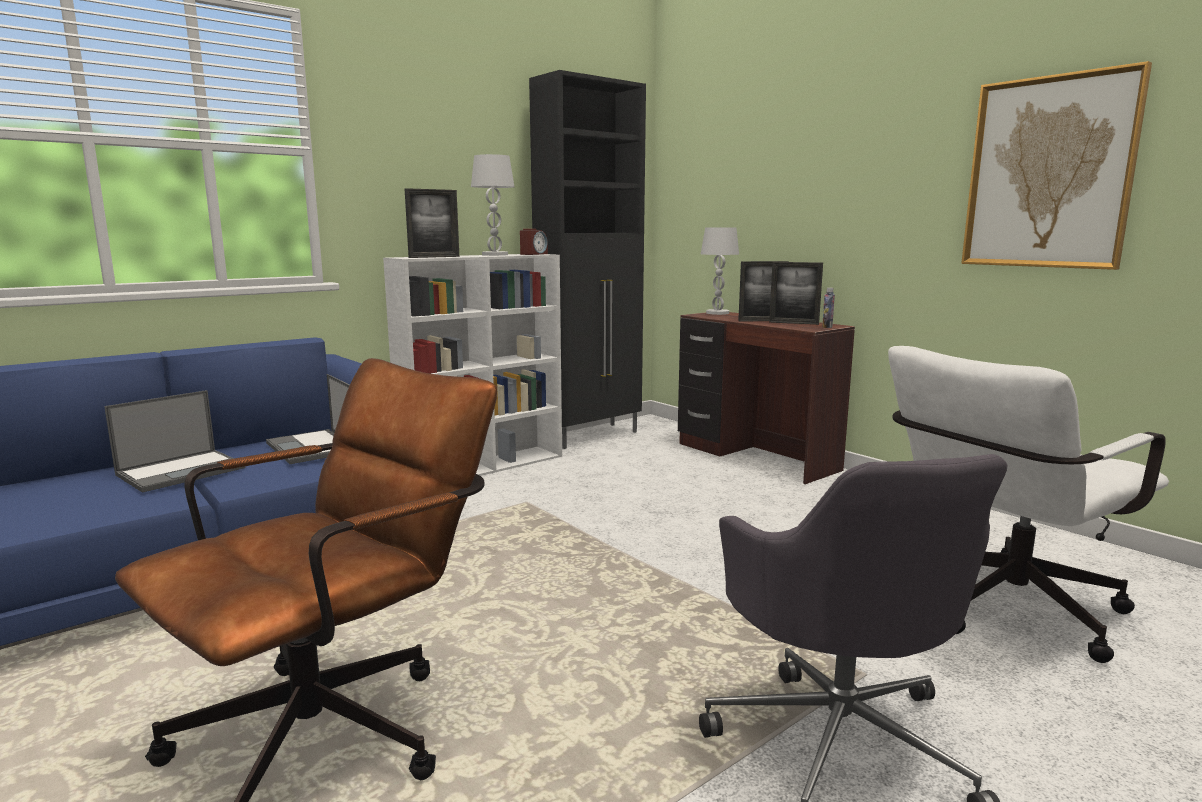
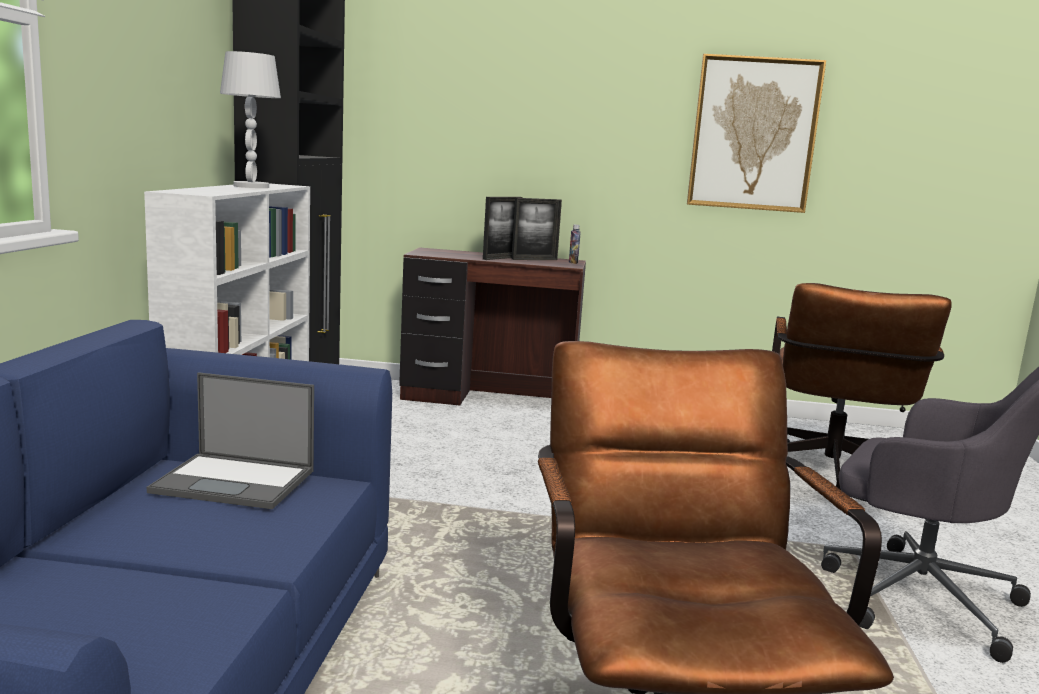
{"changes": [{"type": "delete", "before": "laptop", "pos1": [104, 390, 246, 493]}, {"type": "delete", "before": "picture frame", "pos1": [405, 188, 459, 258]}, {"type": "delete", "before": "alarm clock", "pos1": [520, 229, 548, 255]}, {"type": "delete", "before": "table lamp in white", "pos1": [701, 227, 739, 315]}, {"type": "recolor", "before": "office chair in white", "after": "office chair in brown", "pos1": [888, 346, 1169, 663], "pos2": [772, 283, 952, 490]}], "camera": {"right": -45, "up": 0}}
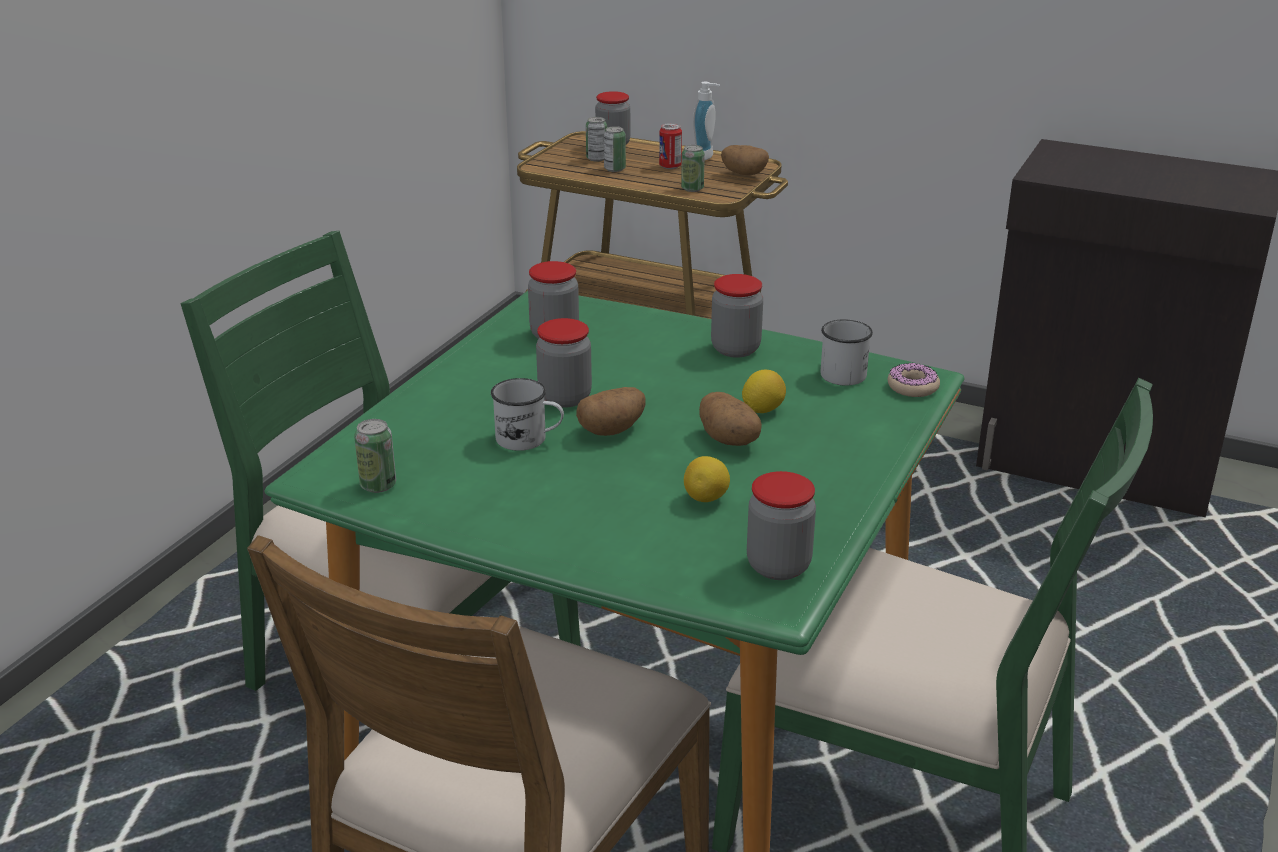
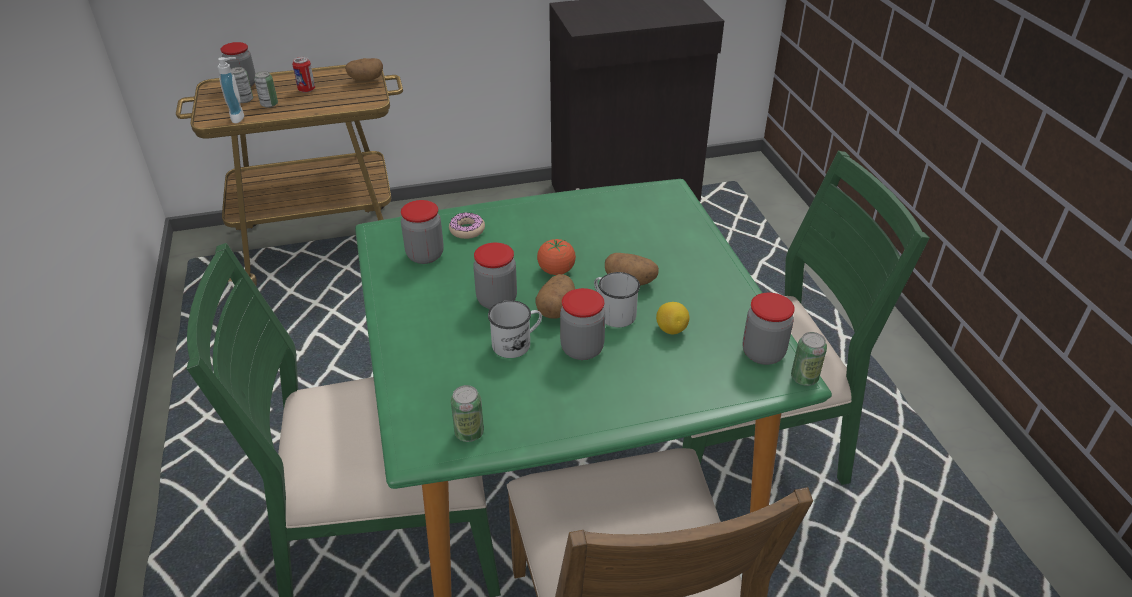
{"changes": [{"type": "delete", "before": "lemon", "pos1": [742, 370, 786, 413]}, {"type": "insert", "after": "tomato", "pos2": [537, 238, 576, 275]}, {"type": "move", "before": "can", "pos1": [681, 145, 705, 192], "pos2": [791, 332, 827, 386]}, {"type": "move", "before": "soap dispenser", "pos1": [693, 81, 720, 160], "pos2": [218, 57, 244, 123]}, {"type": "move", "before": "jar", "pos1": [711, 274, 763, 358], "pos2": [560, 288, 606, 360]}, {"type": "move", "before": "mug in white", "pos1": [820, 319, 873, 385], "pos2": [594, 272, 640, 327]}, {"type": "move", "before": "donut", "pos1": [888, 363, 940, 397], "pos2": [449, 212, 485, 239]}], "camera": {"right": -40, "up": 10}}
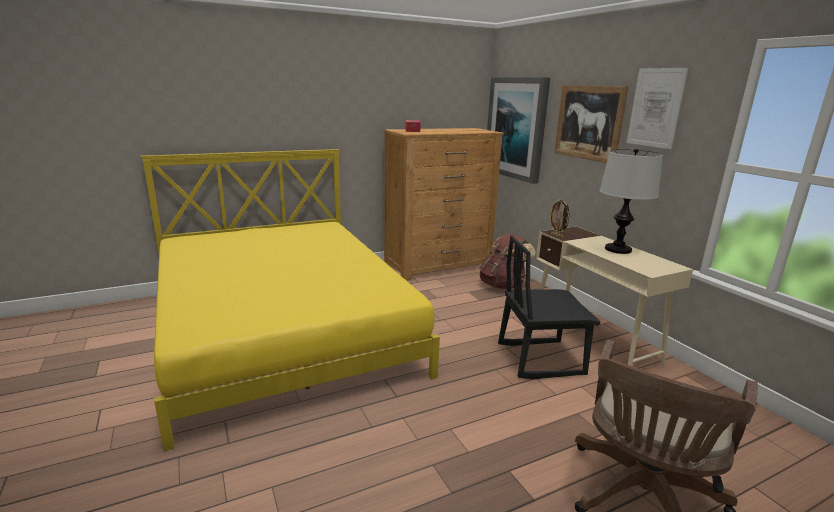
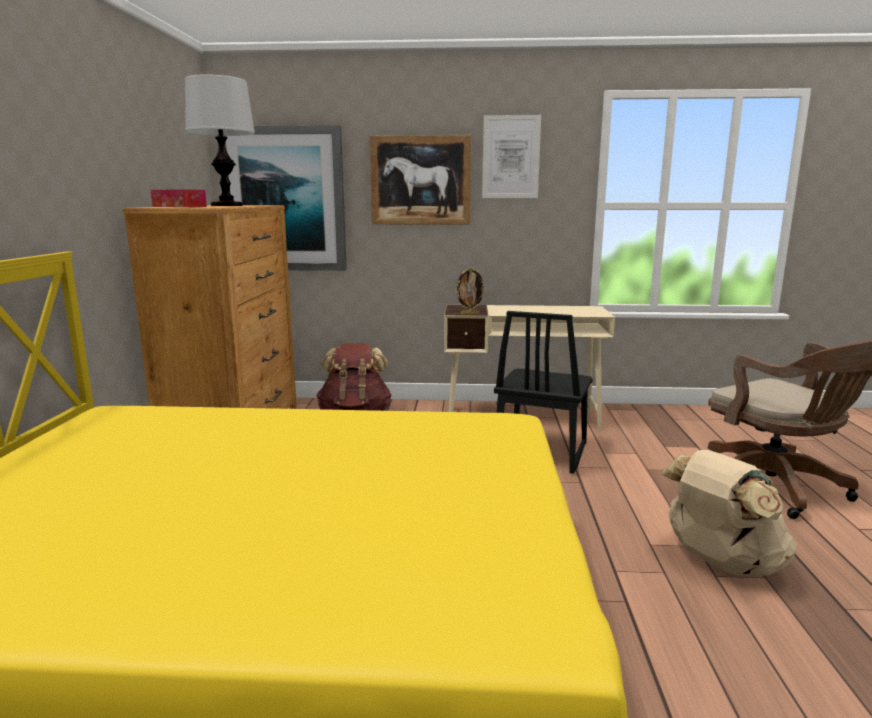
{"changes": [{"type": "insert", "after": "backpack in beige", "pos2": [660, 450, 797, 576]}, {"type": "move", "before": "table lamp", "pos1": [600, 149, 663, 254], "pos2": [185, 74, 255, 206]}], "camera": {"right": -60, "up": -5}}
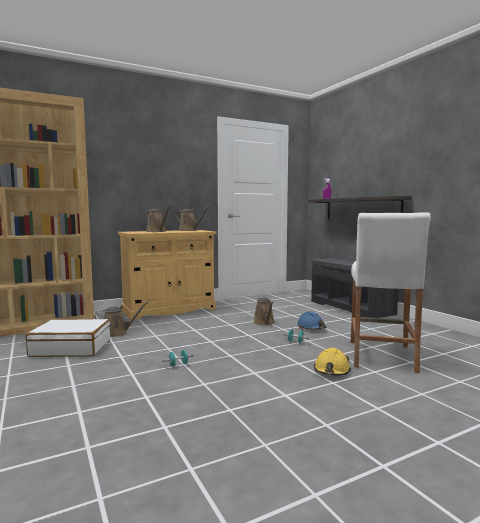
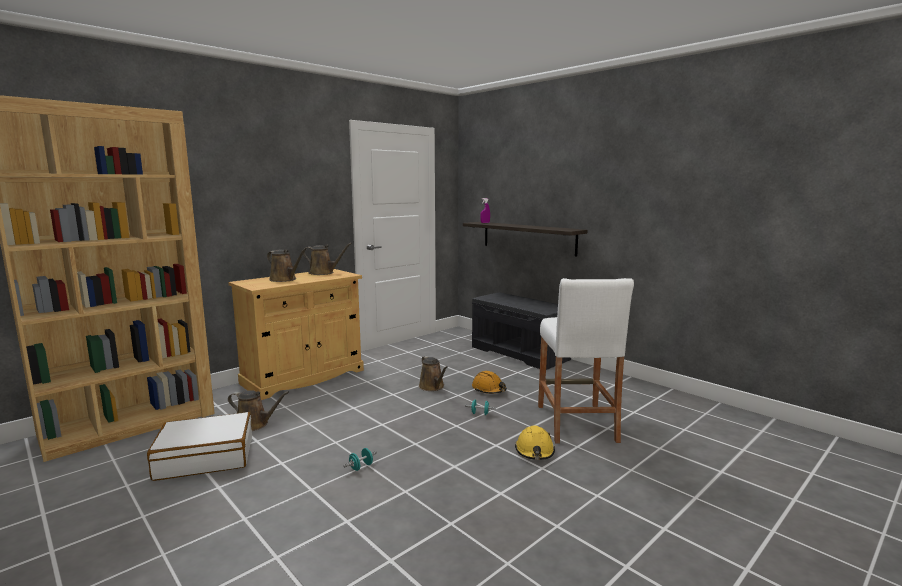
{"changes": [{"type": "recolor", "before": "hard hat in blue", "after": "hard hat in orange", "pos1": [297, 311, 327, 330], "pos2": [472, 371, 507, 394]}, {"type": "rotate", "before": "watering can in brown", "pos1": [94, 301, 148, 337], "pos2": [228, 390, 289, 431], "turn": 45}], "camera": {"right": -15, "up": 5}}
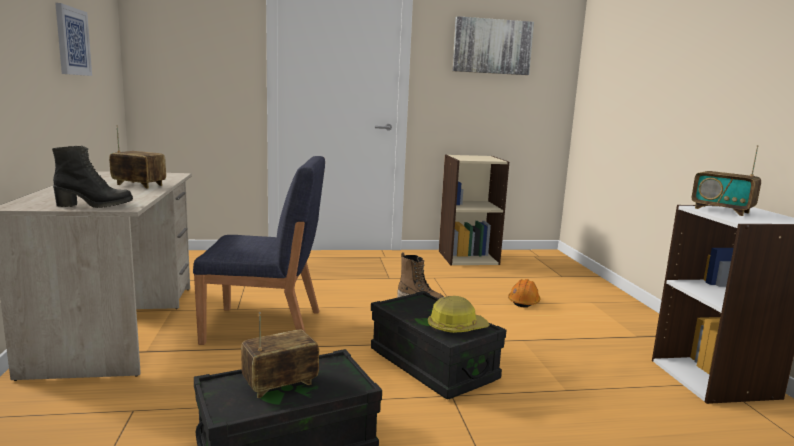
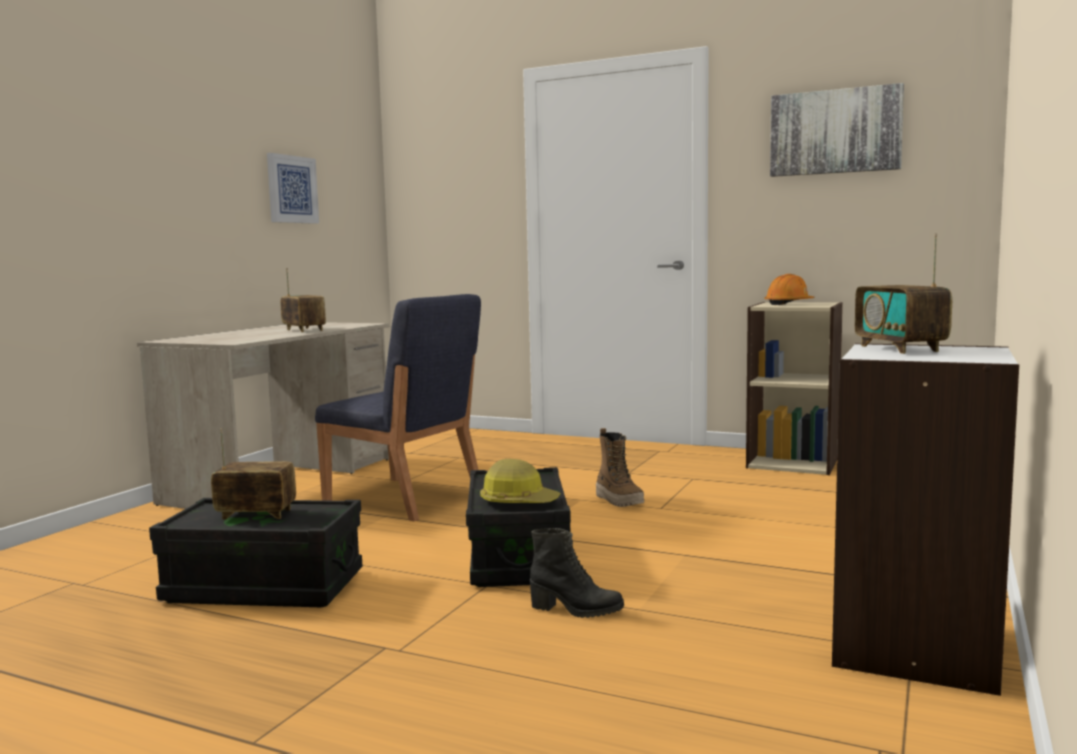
{"changes": [{"type": "move", "before": "boot in black", "pos1": [52, 146, 133, 208], "pos2": [530, 528, 624, 618]}, {"type": "move", "before": "hard hat in orange", "pos1": [508, 279, 541, 308], "pos2": [765, 274, 815, 305]}], "camera": {"right": 35, "up": -5}}
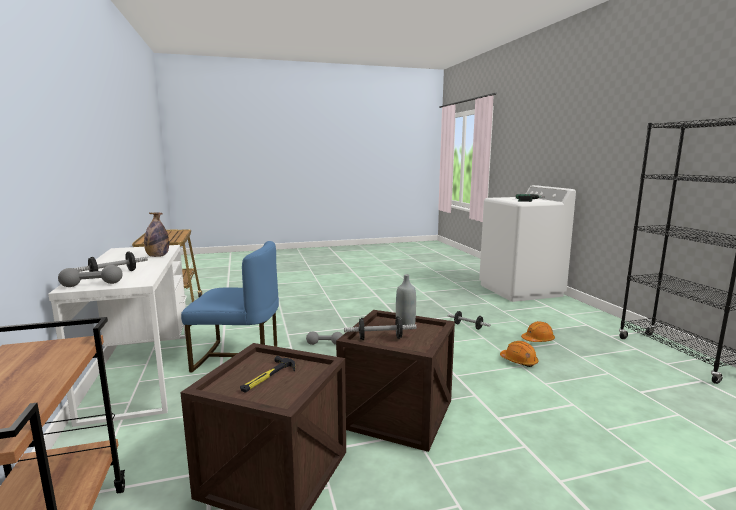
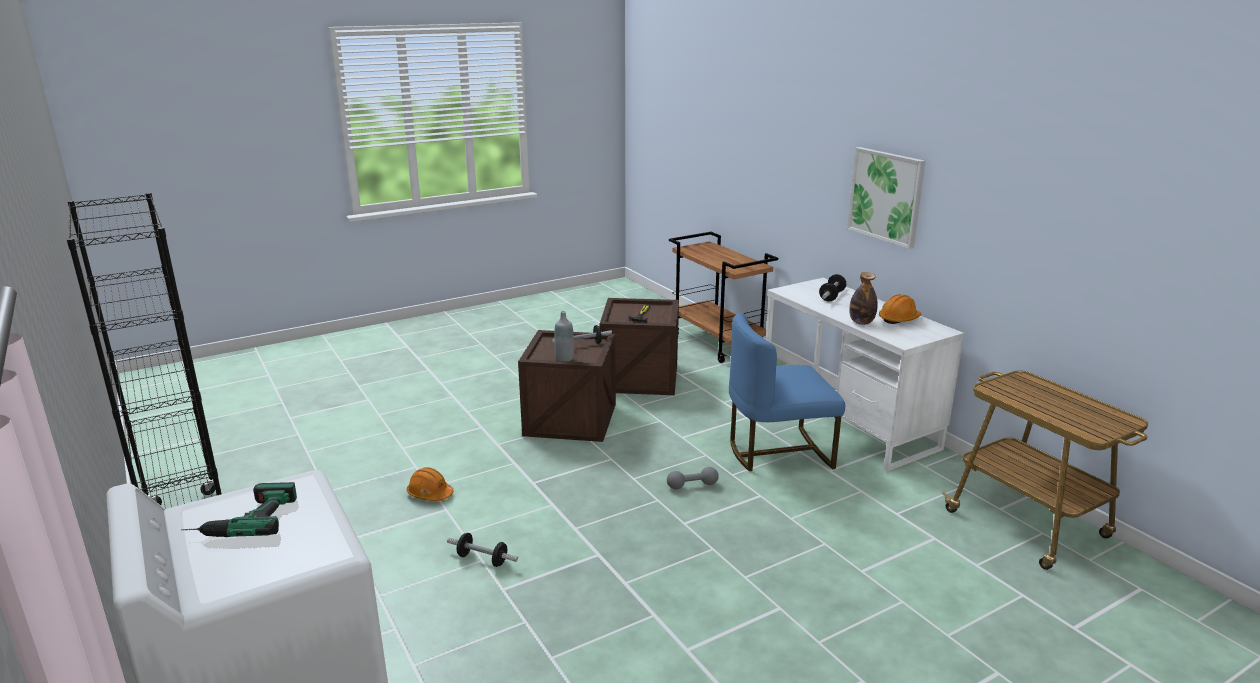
{"changes": [{"type": "delete", "before": "dumbbell in grey", "pos1": [58, 265, 123, 287]}, {"type": "insert", "after": "picture", "pos2": [847, 147, 925, 249]}, {"type": "move", "before": "hard hat in orange", "pos1": [521, 321, 555, 342], "pos2": [879, 294, 921, 324]}], "camera": {"right": 165, "up": 10}}
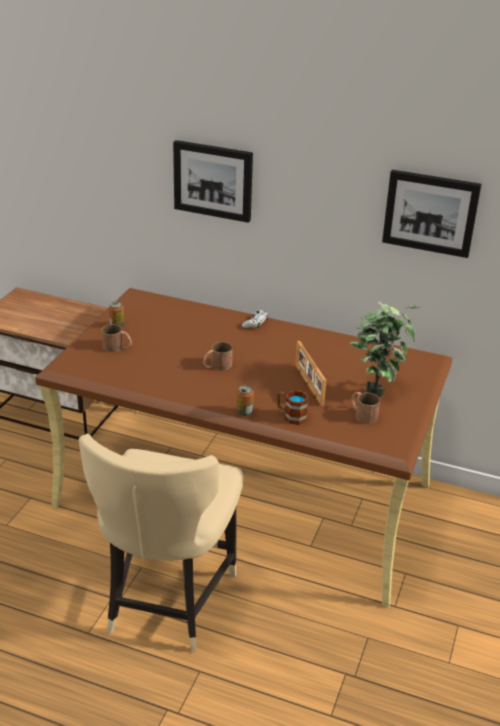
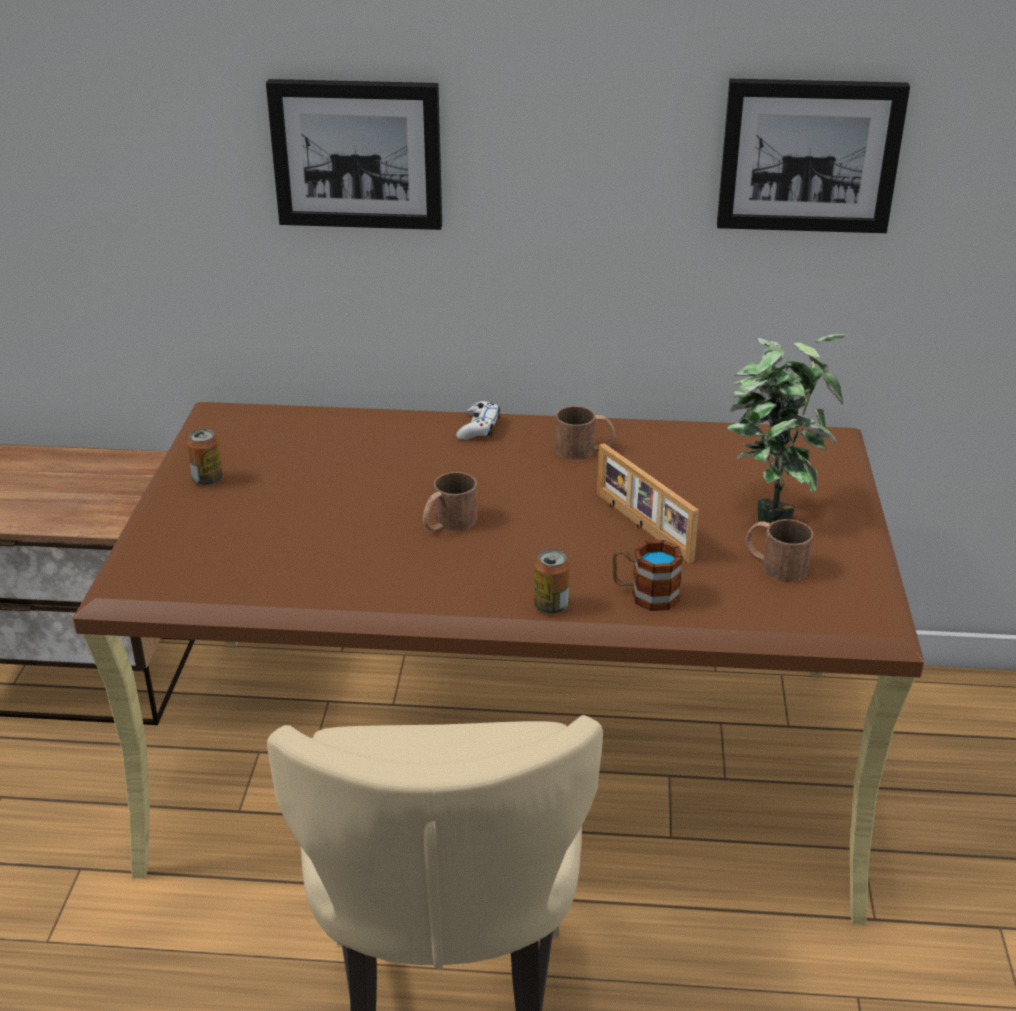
{"changes": [{"type": "move", "before": "mug in brown", "pos1": [101, 324, 132, 352], "pos2": [555, 406, 615, 460]}], "camera": {"right": -15, "up": 0}}
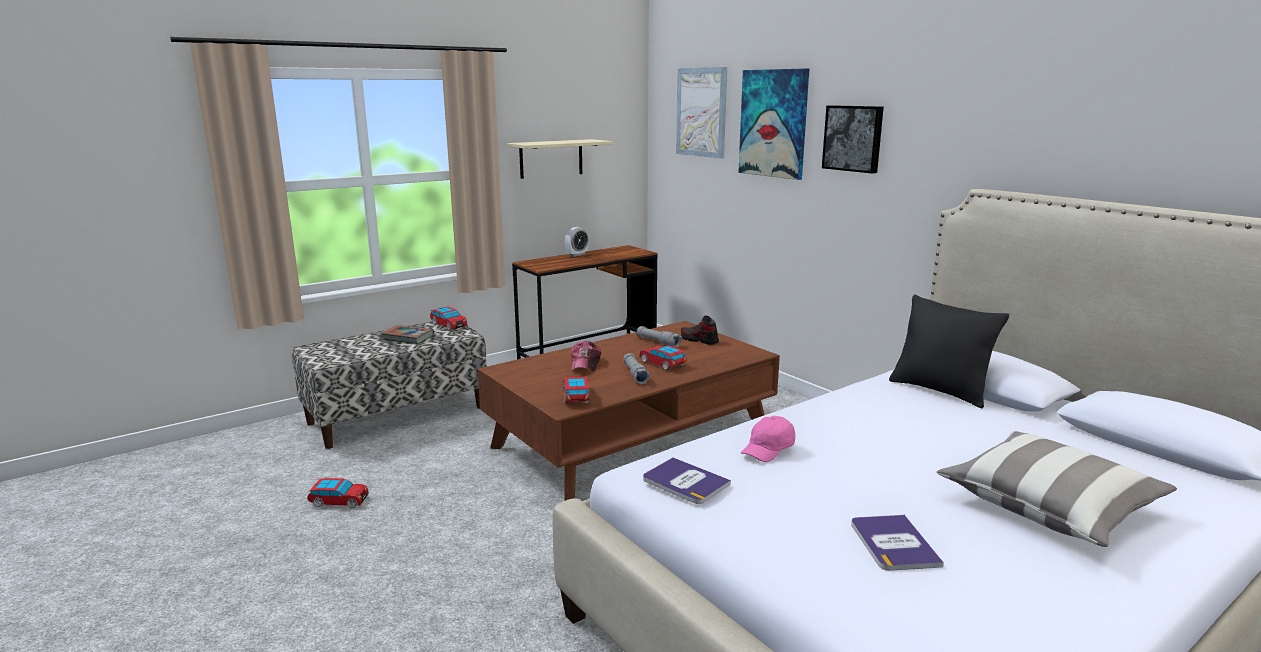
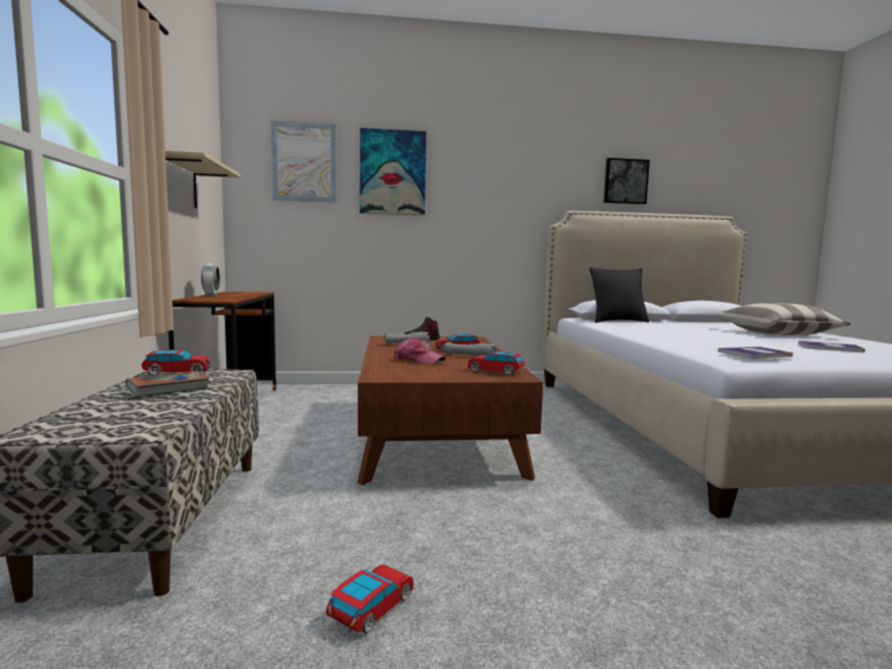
{"changes": [{"type": "delete", "before": "cap in pink", "pos1": [741, 416, 796, 462]}, {"type": "move", "before": "picture", "pos1": [822, 105, 884, 174], "pos2": [604, 158, 650, 204]}], "camera": {"right": -60, "up": -10}}
